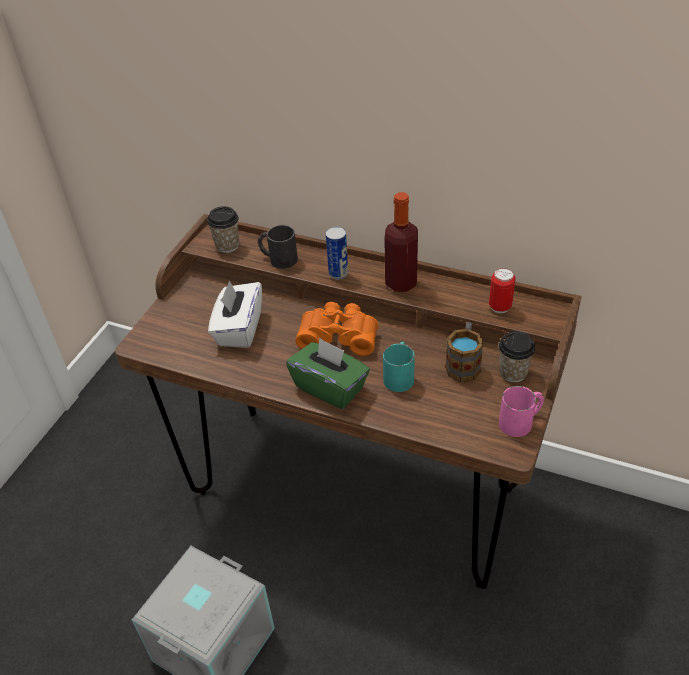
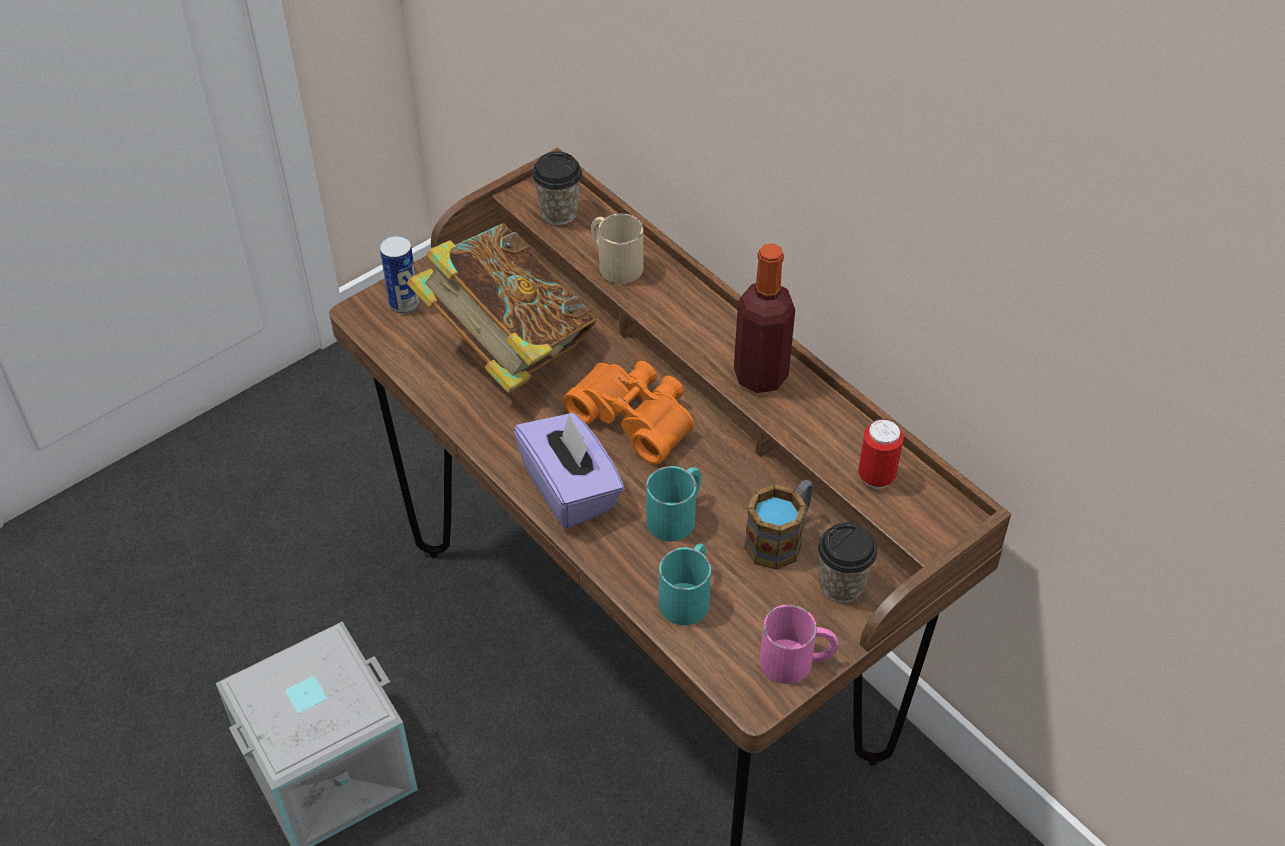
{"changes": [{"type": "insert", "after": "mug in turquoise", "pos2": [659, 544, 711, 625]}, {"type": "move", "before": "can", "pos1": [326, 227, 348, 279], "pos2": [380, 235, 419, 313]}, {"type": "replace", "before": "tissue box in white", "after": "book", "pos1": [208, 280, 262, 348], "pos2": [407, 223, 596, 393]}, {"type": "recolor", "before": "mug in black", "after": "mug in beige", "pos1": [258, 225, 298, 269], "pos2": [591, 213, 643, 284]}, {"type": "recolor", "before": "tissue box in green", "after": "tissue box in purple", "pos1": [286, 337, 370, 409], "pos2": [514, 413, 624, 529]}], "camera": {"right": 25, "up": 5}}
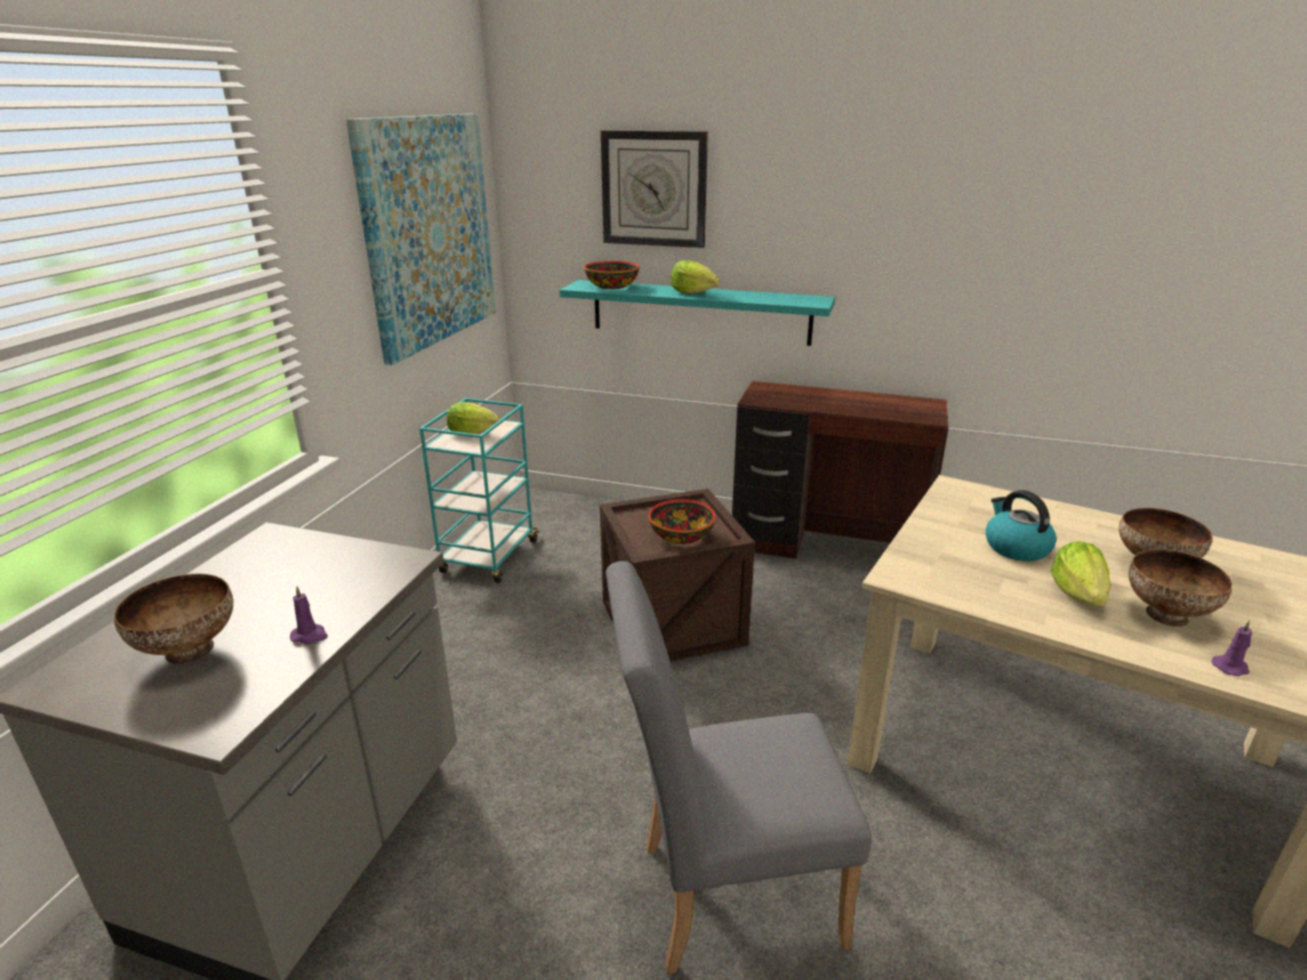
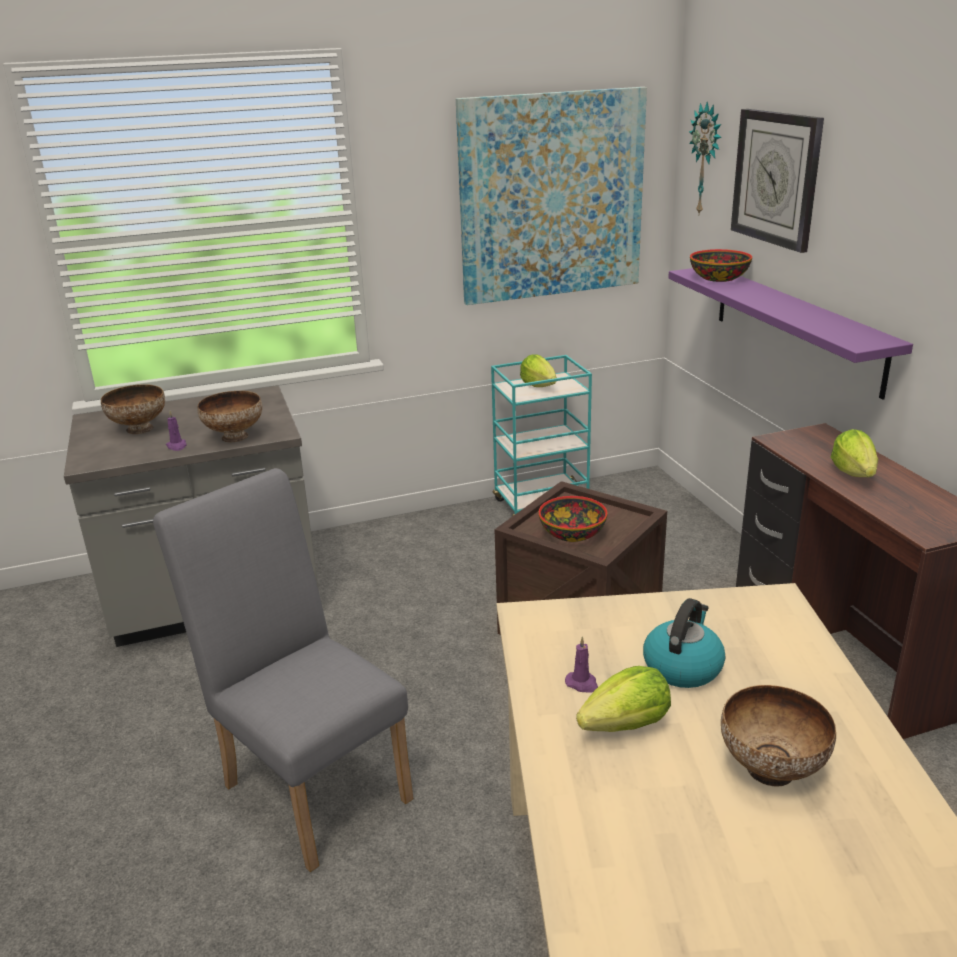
{"changes": [{"type": "insert", "after": "wall clock", "pos2": [689, 101, 722, 214]}, {"type": "move", "before": "lettuce", "pos1": [671, 260, 719, 294], "pos2": [831, 429, 878, 477]}, {"type": "move", "before": "bowl", "pos1": [1128, 549, 1233, 627], "pos2": [197, 391, 262, 442]}, {"type": "move", "before": "candle in purple", "pos1": [1212, 620, 1252, 676], "pos2": [565, 636, 598, 693]}, {"type": "recolor", "before": "shelf in turquoise", "after": "shelf in purple", "pos1": [559, 280, 835, 346], "pos2": [668, 268, 913, 400]}], "camera": {"right": 55, "up": 0}}
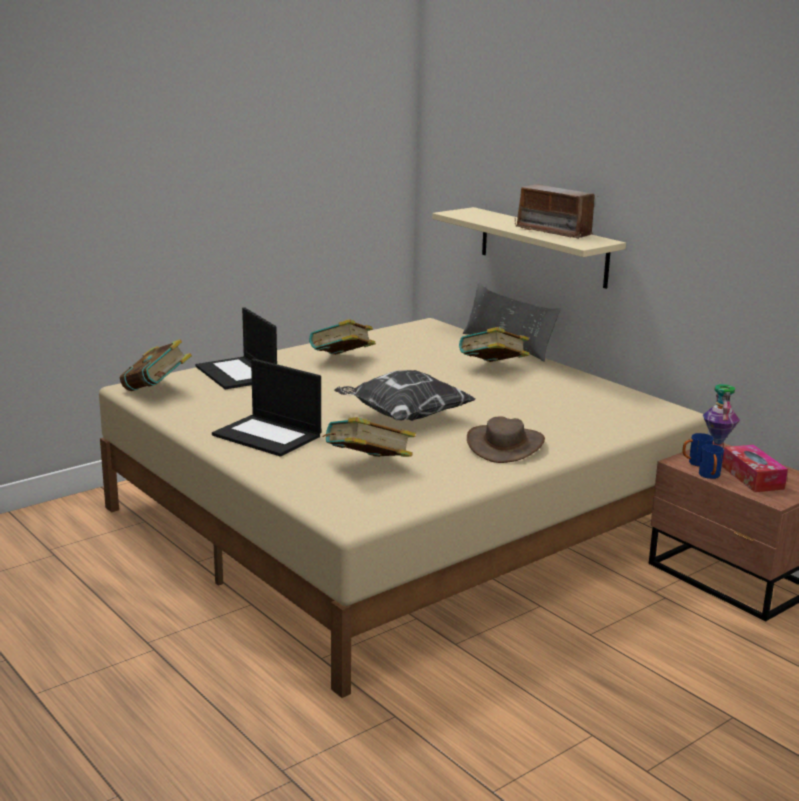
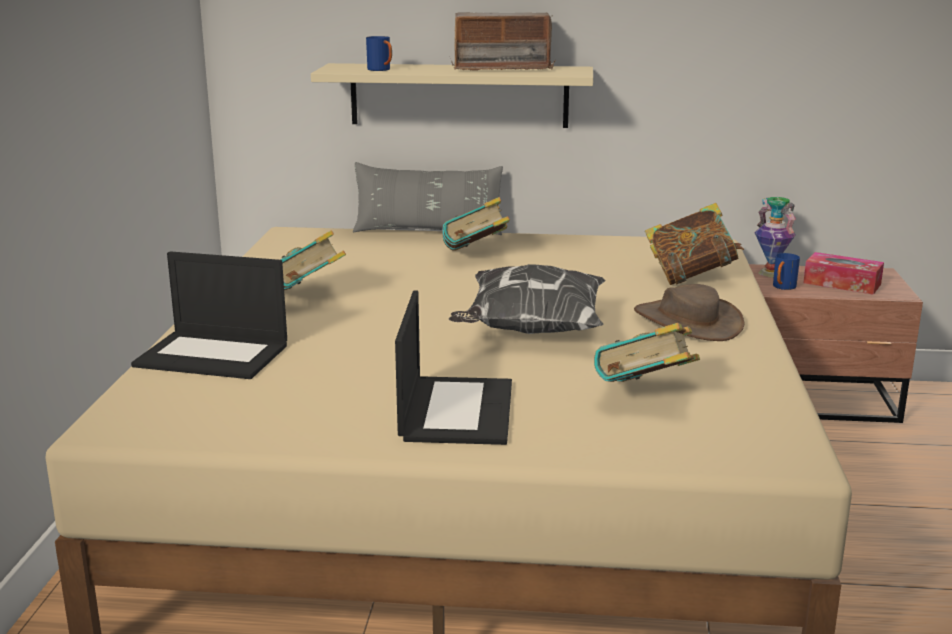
{"changes": [{"type": "move", "before": "book", "pos1": [120, 339, 192, 391], "pos2": [645, 203, 744, 285]}, {"type": "move", "before": "mug in blue", "pos1": [699, 444, 724, 479], "pos2": [366, 36, 392, 71]}, {"type": "rotate", "before": "laptop", "pos1": [212, 358, 321, 457], "pos2": [395, 291, 512, 445], "turn": -75}], "camera": {"right": -45, "up": 0}}
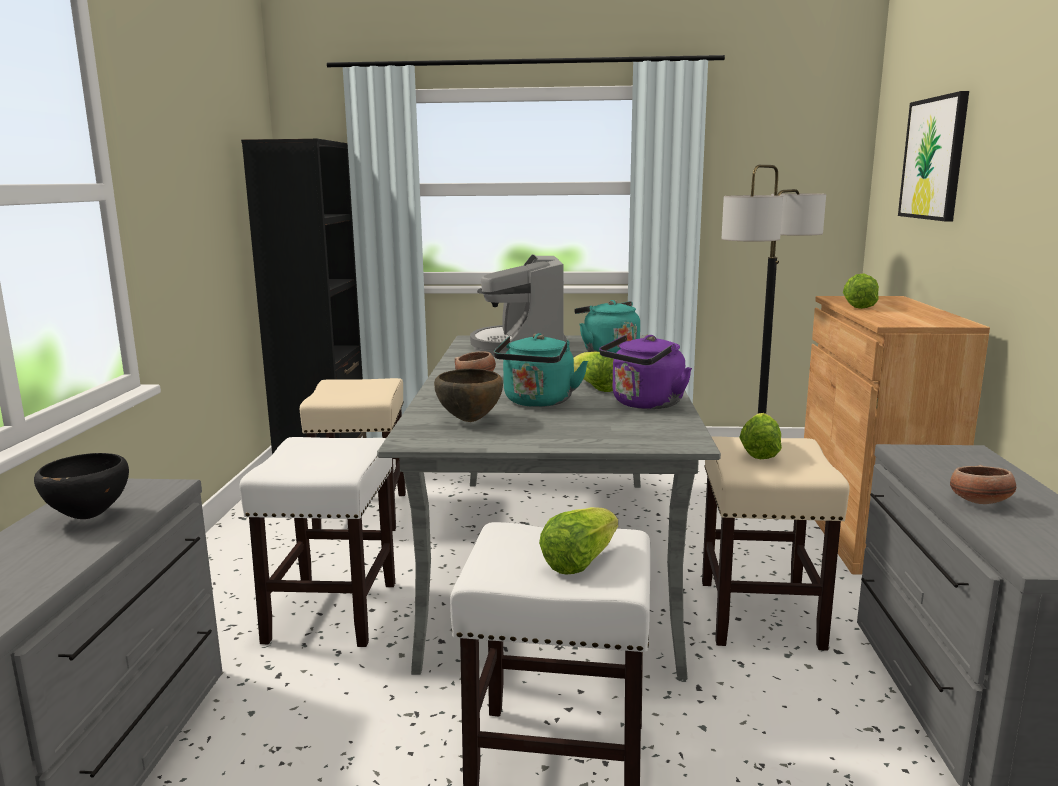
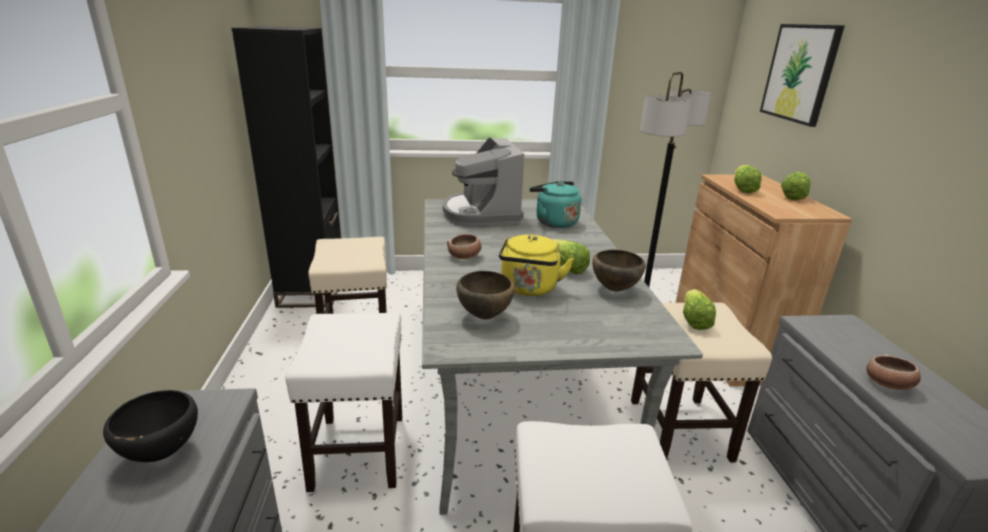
{"changes": [{"type": "move", "before": "lettuce", "pos1": [539, 507, 618, 575], "pos2": [781, 172, 811, 200]}, {"type": "replace", "before": "kettle in purple", "after": "bowl in brown", "pos1": [599, 334, 692, 409], "pos2": [592, 250, 646, 292]}, {"type": "recolor", "before": "kettle in turquoise", "after": "kettle in yellow", "pos1": [494, 333, 588, 407], "pos2": [499, 235, 574, 296]}], "camera": {"right": -10, "up": 10}}
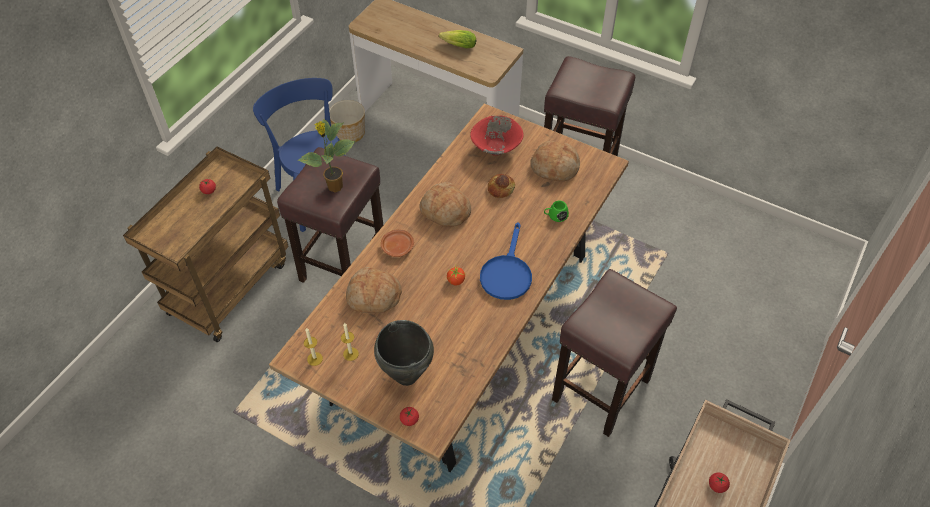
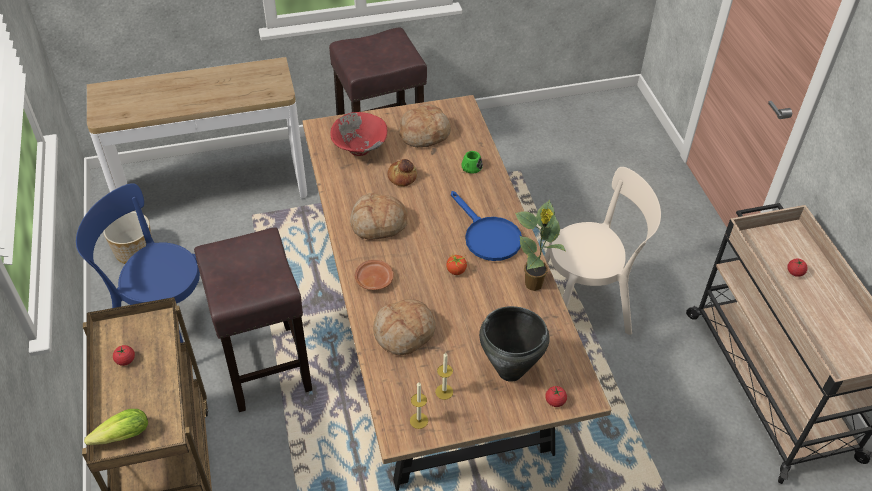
{"changes": [{"type": "move", "before": "potted plant", "pos1": [298, 119, 356, 192], "pos2": [515, 199, 567, 291]}, {"type": "move", "before": "lettuce", "pos1": [439, 30, 476, 48], "pos2": [84, 409, 148, 445]}, {"type": "replace", "before": "stool in brown", "after": "chair in beige", "pos1": [552, 269, 677, 437], "pos2": [544, 167, 661, 335]}], "camera": {"right": -45, "up": -5}}
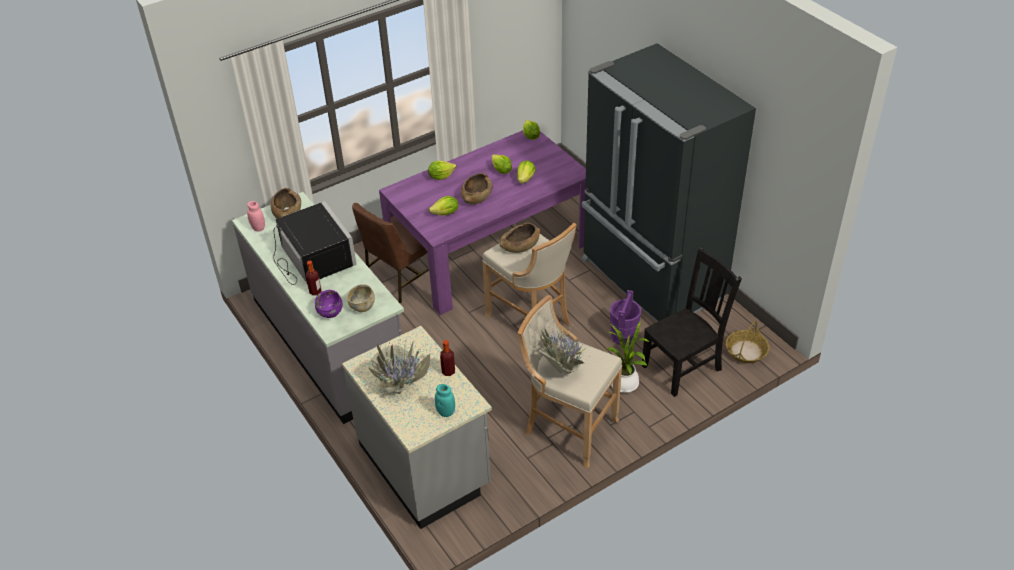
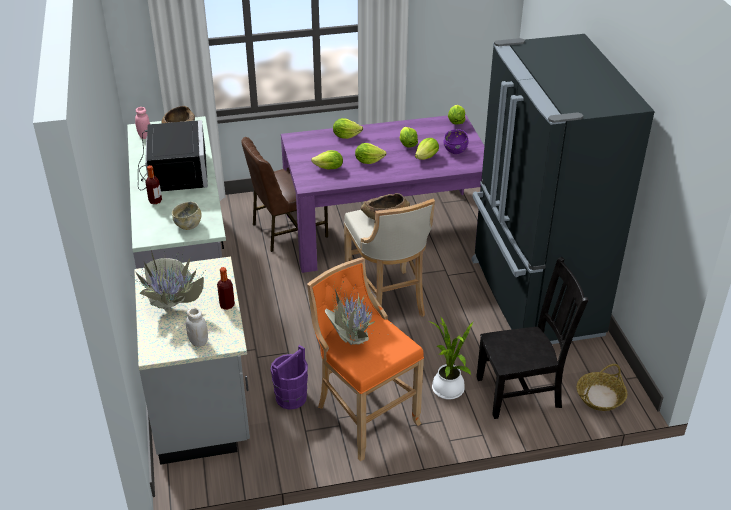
{"changes": [{"type": "move", "before": "bowl in purple", "pos1": [315, 290, 343, 318], "pos2": [444, 129, 468, 154]}, {"type": "move", "before": "bucket in purple", "pos1": [610, 290, 641, 345], "pos2": [270, 345, 308, 410]}, {"type": "replace", "before": "bowl in brown", "after": "lettuce", "pos1": [461, 173, 493, 204], "pos2": [355, 143, 386, 164]}, {"type": "recolor", "before": "jar in turquoise", "after": "jar in white", "pos1": [435, 384, 455, 417], "pos2": [186, 307, 208, 347]}, {"type": "recolor", "before": "stool in beige", "after": "stool in orange", "pos1": [518, 295, 622, 468], "pos2": [307, 257, 424, 461]}], "camera": {"right": 20, "up": -5}}
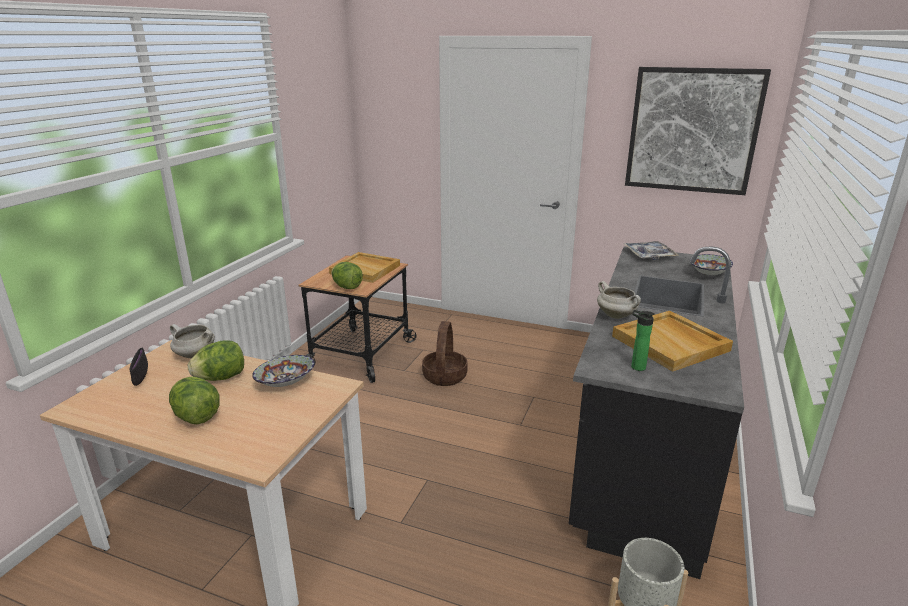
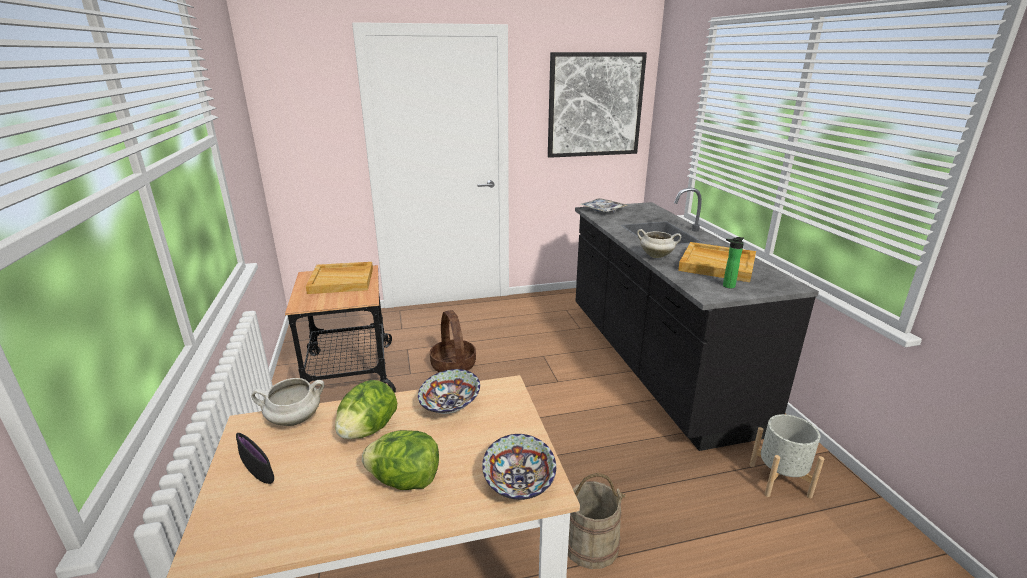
{"changes": [{"type": "delete", "before": "lettuce", "pos1": [331, 262, 363, 289]}, {"type": "insert", "after": "bucket in beige", "pos2": [568, 473, 626, 569]}, {"type": "move", "before": "bowl", "pos1": [690, 254, 733, 275], "pos2": [482, 434, 556, 500]}], "camera": {"right": -35, "up": 0}}
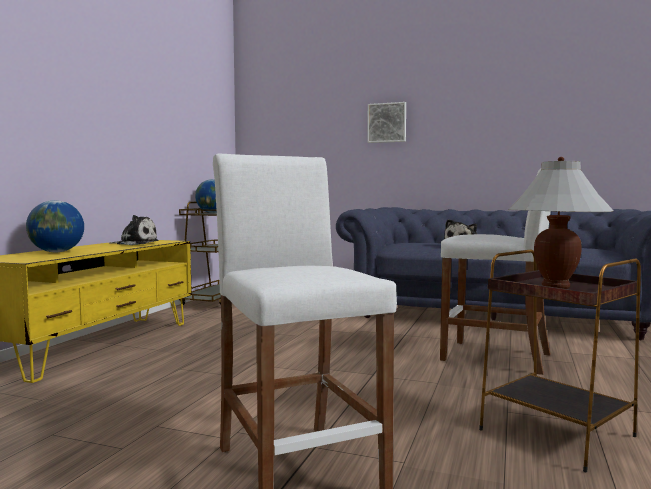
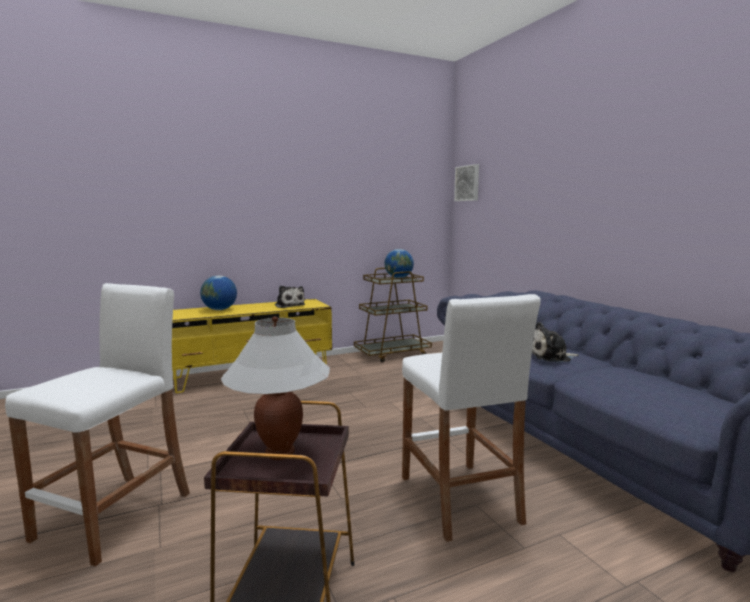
{"changes": [{"type": "move", "before": "picture", "pos1": [367, 102, 406, 143], "pos2": [454, 164, 479, 201]}], "camera": {"right": 45, "up": 5}}
